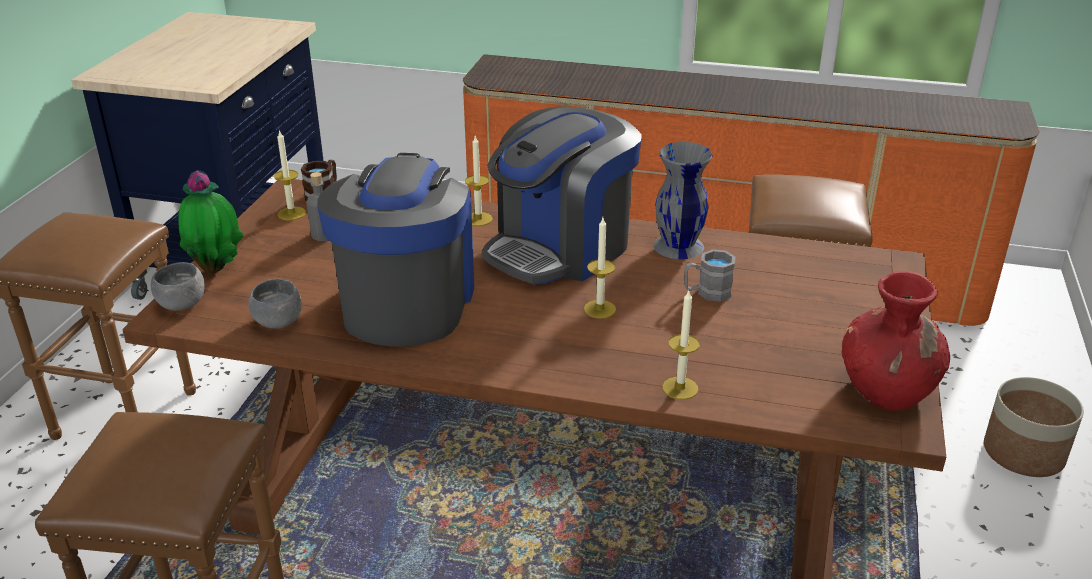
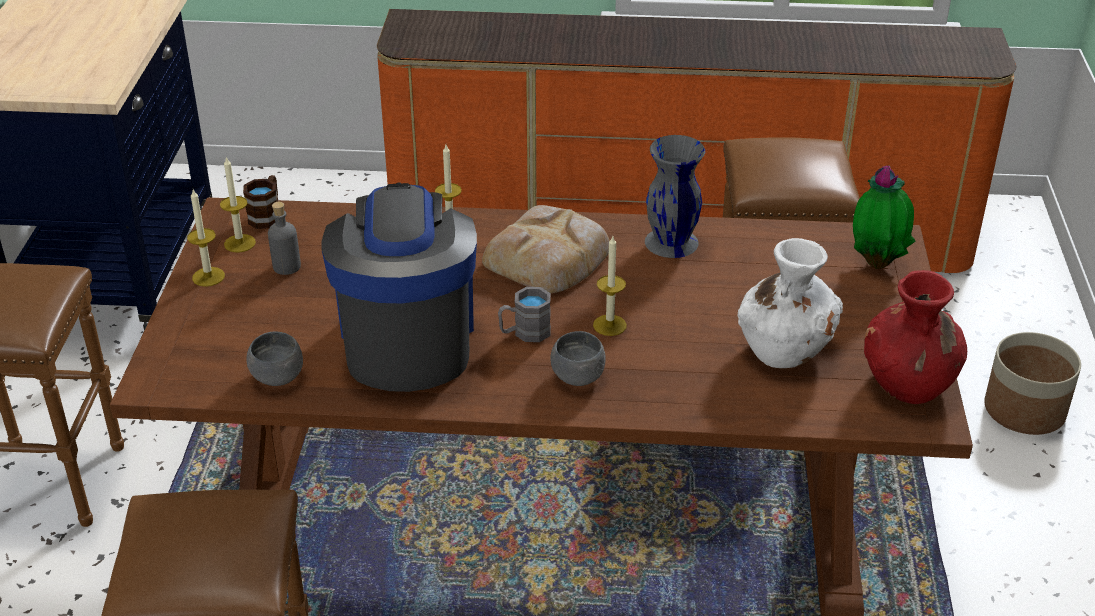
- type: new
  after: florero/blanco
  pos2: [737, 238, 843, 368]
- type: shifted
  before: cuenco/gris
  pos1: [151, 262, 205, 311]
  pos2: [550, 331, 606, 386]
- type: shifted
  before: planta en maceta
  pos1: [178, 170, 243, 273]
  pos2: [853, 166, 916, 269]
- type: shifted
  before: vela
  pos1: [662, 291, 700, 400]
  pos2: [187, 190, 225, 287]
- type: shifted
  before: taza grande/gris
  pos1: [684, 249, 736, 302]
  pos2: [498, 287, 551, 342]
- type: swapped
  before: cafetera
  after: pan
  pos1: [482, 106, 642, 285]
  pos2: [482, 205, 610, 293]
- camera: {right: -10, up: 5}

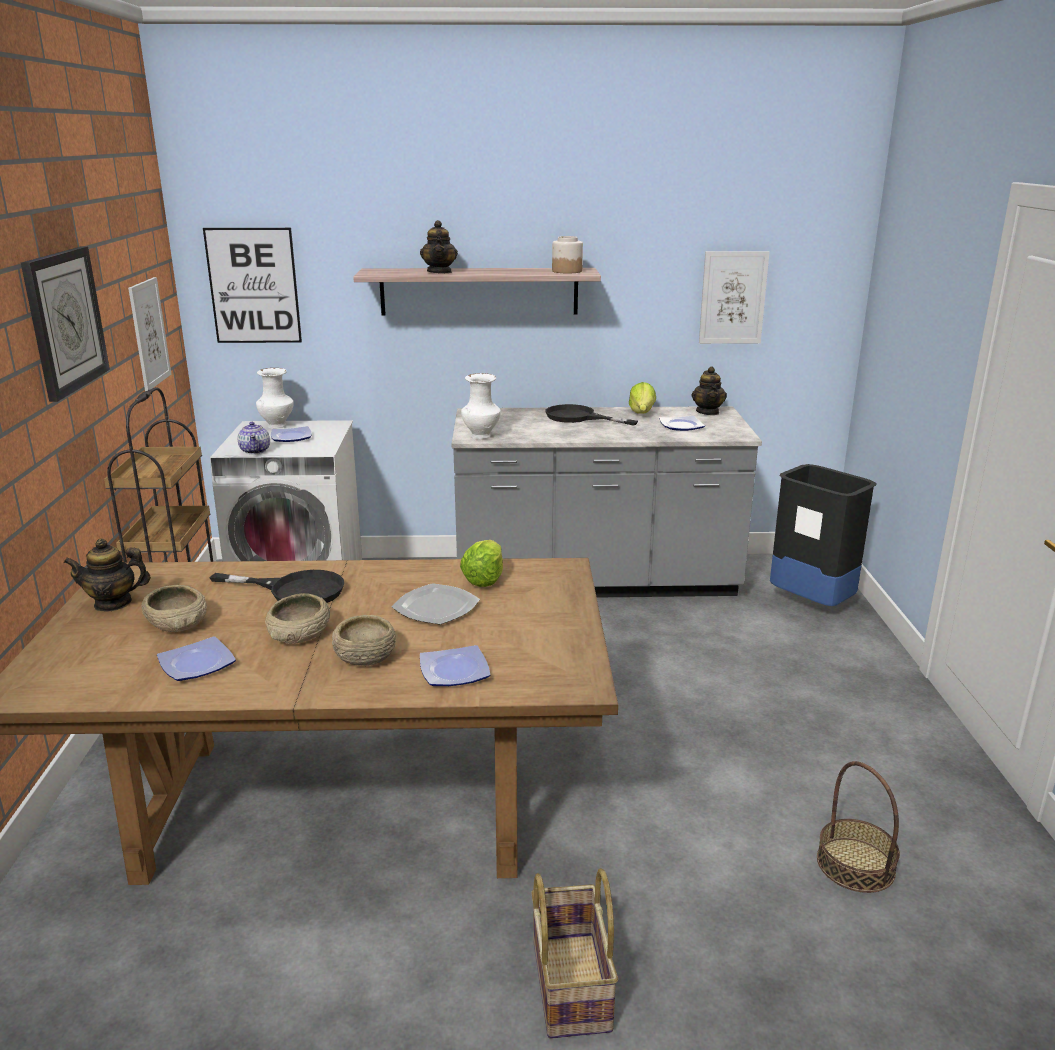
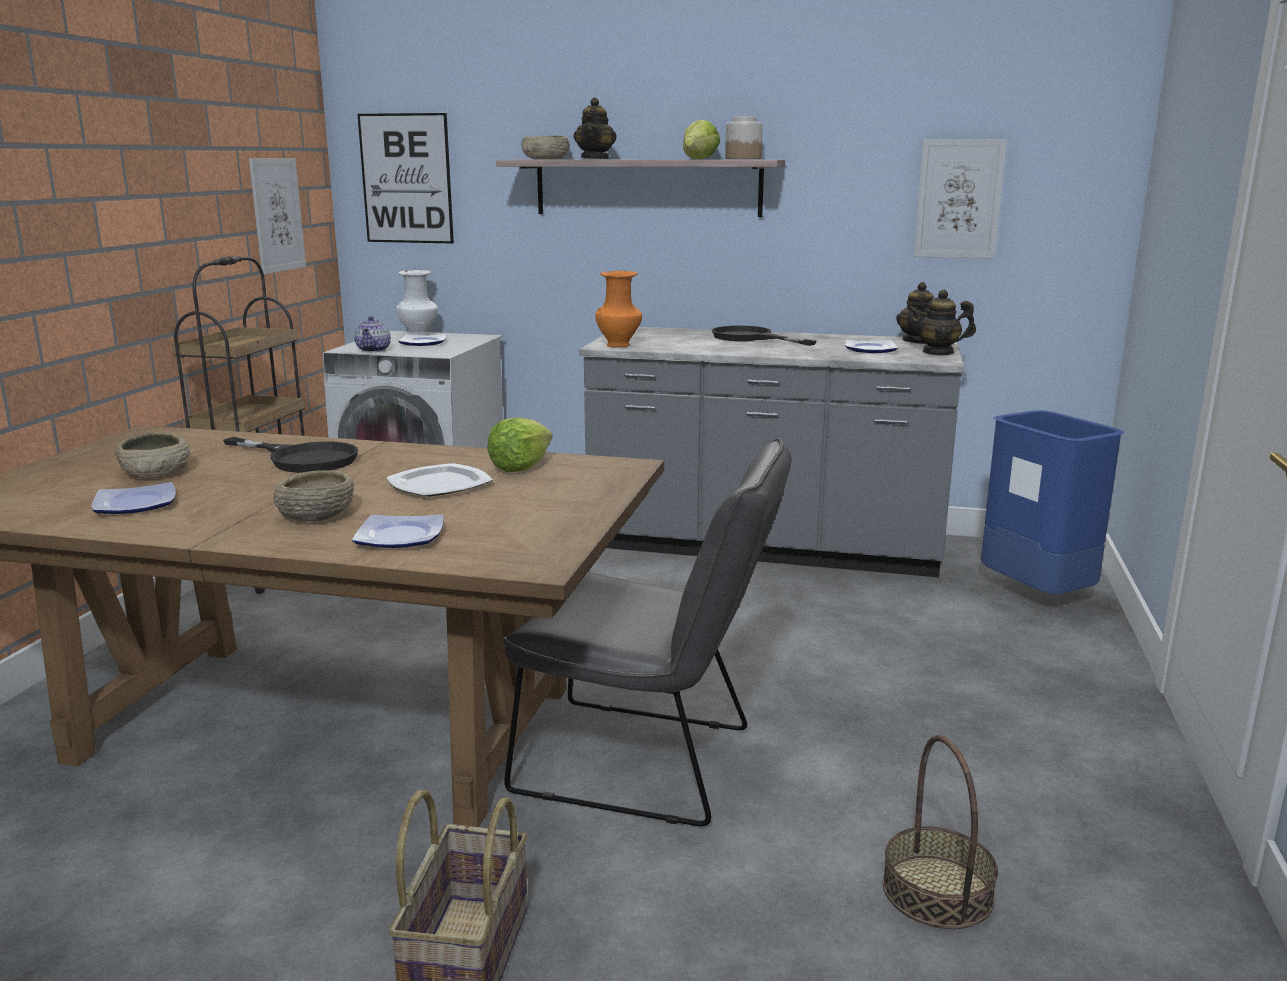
- type: gone
  before: reloj de pared
  pos1: [21, 247, 110, 402]
- type: new
  after: silla/gris
  pos2: [502, 438, 792, 827]
- type: shifted
  before: tetera
  pos1: [64, 538, 151, 612]
  pos2: [907, 290, 976, 355]
- type: shifted
  before: cuenco/beis
  pos1: [265, 593, 330, 644]
  pos2: [521, 136, 570, 159]
- type: shifted
  before: lechuga
  pos1: [629, 382, 656, 414]
  pos2: [683, 120, 720, 159]
- type: repainted
  before: florero/blanco
  after: florero/naranja
  pos1: [461, 373, 501, 439]
  pos2: [595, 271, 642, 347]
- type: repainted
  before: papelera/negro
  after: papelera/azul
  pos1: [770, 464, 877, 606]
  pos2: [981, 410, 1124, 595]
- camera: {right: 15, up: -5}

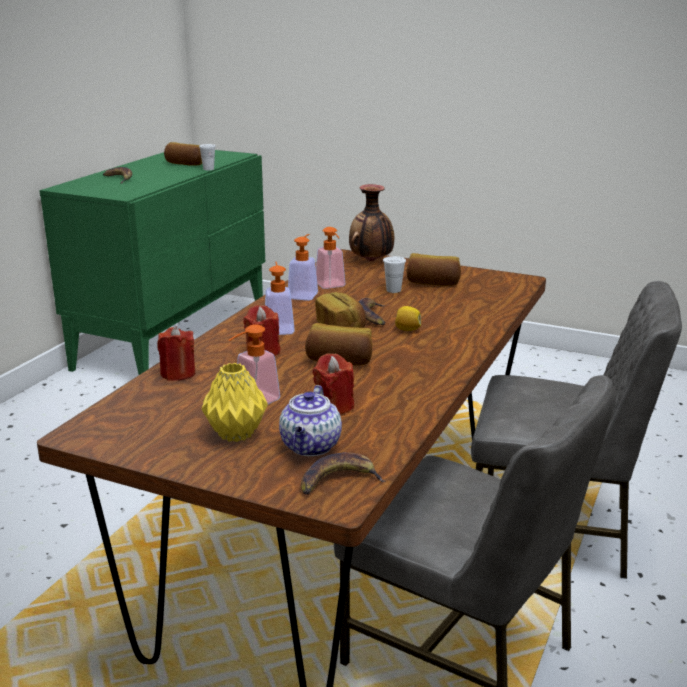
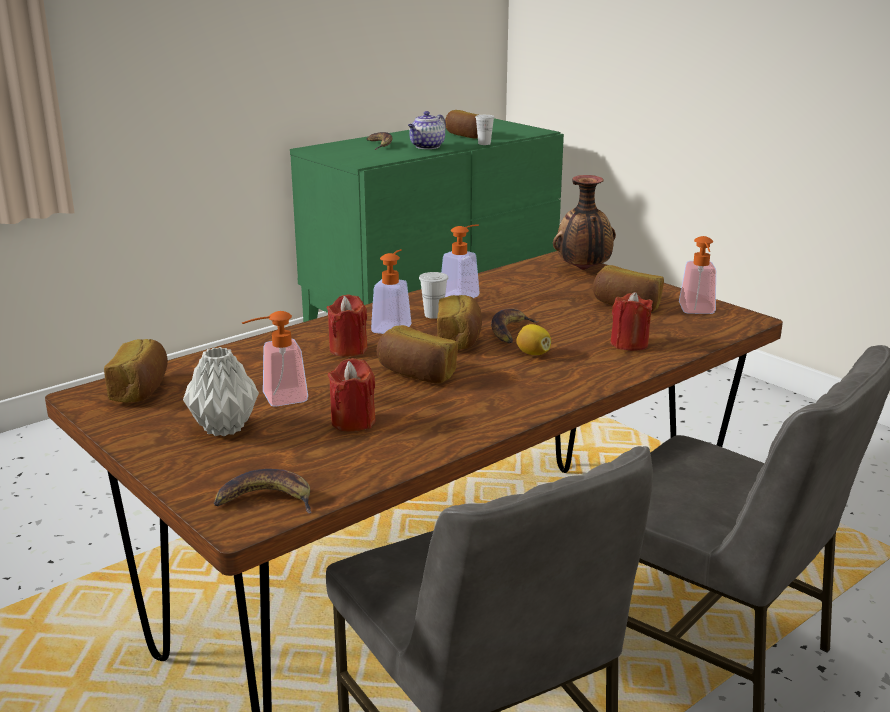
- type: new
  after: pan
  pos2: [104, 339, 168, 403]
- type: shifted
  before: vela/rojo
  pos1: [157, 326, 195, 381]
  pos2: [610, 292, 653, 351]
- type: shifted
  before: tetera
  pos1: [279, 385, 342, 456]
  pos2: [408, 111, 446, 149]
- type: shifted
  before: dispensador de jabón
  pos1: [316, 227, 345, 289]
  pos2: [679, 236, 716, 314]
- type: shifted
  before: taza/blanco
  pos1: [383, 256, 406, 293]
  pos2: [419, 272, 448, 319]
- type: repainted
  before: florero/amarillo
  after: florero/gris
  pos1: [202, 363, 268, 442]
  pos2: [183, 347, 259, 436]
- camera: {right: 25, up: 0}

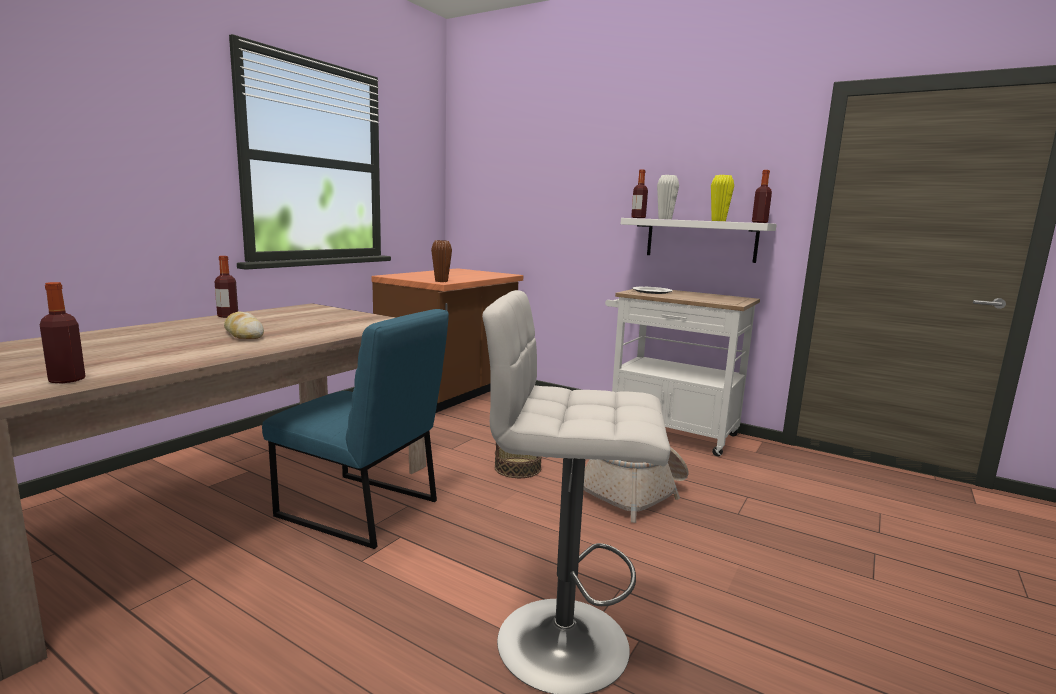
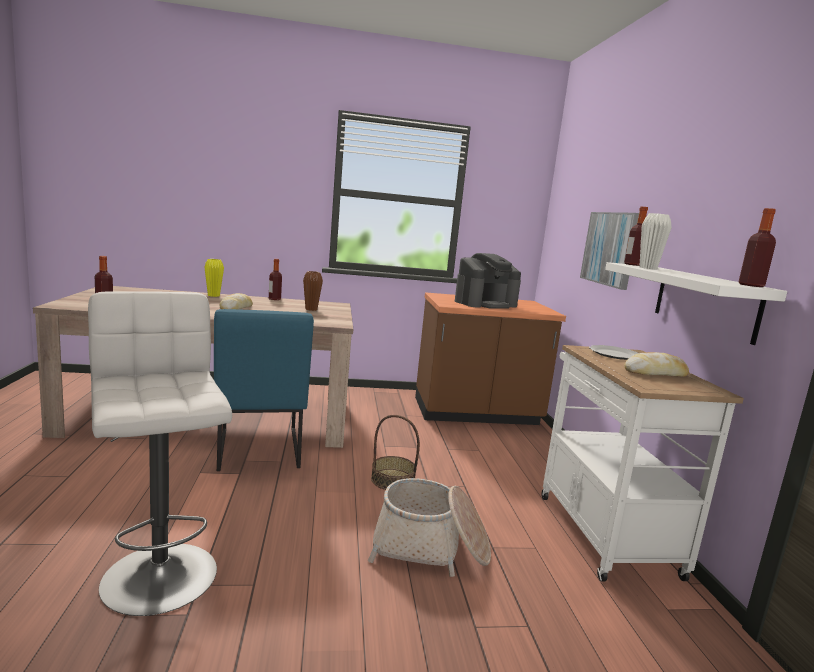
- type: new
  after: cafetera
  pos2: [455, 253, 521, 309]
- type: new
  after: cuadro
  pos2: [580, 212, 639, 290]
- type: new
  after: pan
  pos2: [624, 352, 689, 377]
- type: shifted
  before: florero/marrón
  pos1: [431, 240, 452, 282]
  pos2: [303, 271, 323, 311]
- type: shifted
  before: florero/amarillo
  pos1: [711, 175, 734, 221]
  pos2: [204, 259, 224, 297]
- camera: {right: 50, up: 0}

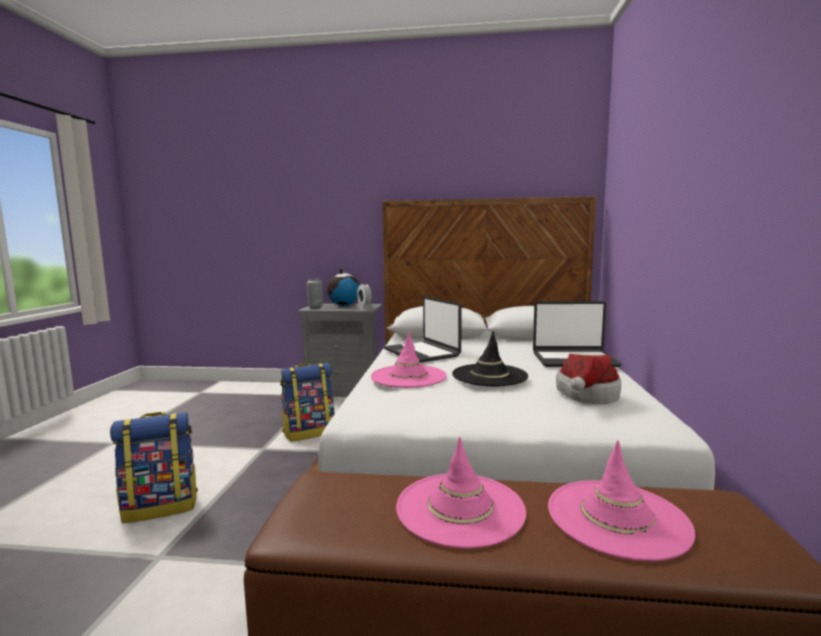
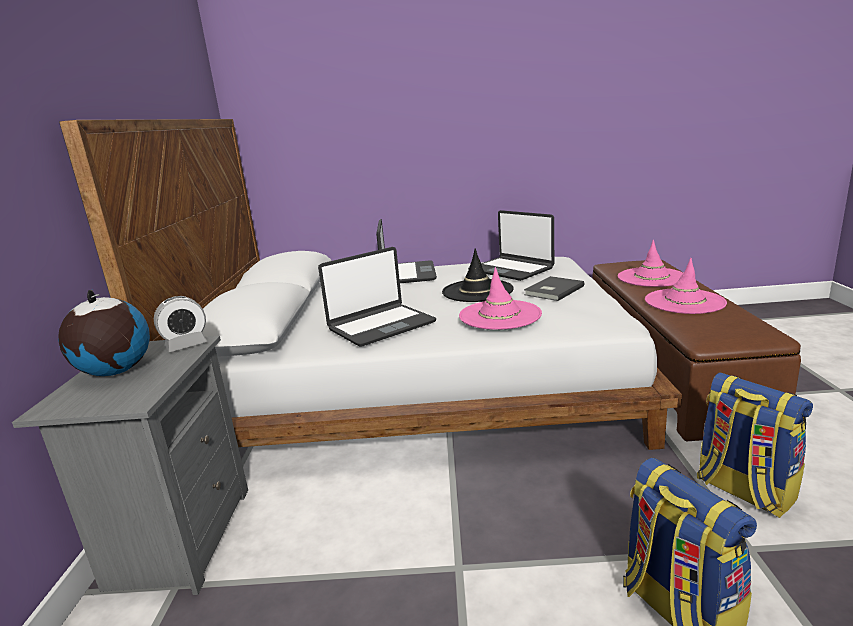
- type: gone
  before: florero/gris
  pos1: [307, 278, 323, 309]
- type: new
  after: libro/gris
  pos2: [524, 276, 585, 301]
- type: shifted
  before: mochila
  pos1: [280, 363, 335, 442]
  pos2: [697, 372, 813, 518]
- type: swapped
  before: sombrero
  after: portátil
  pos1: [556, 354, 621, 404]
  pos2: [468, 210, 554, 281]
- camera: {right: -95, up: 10}

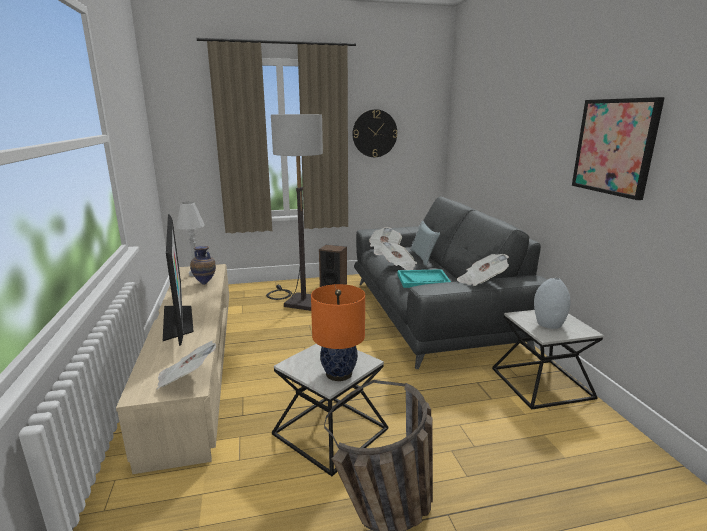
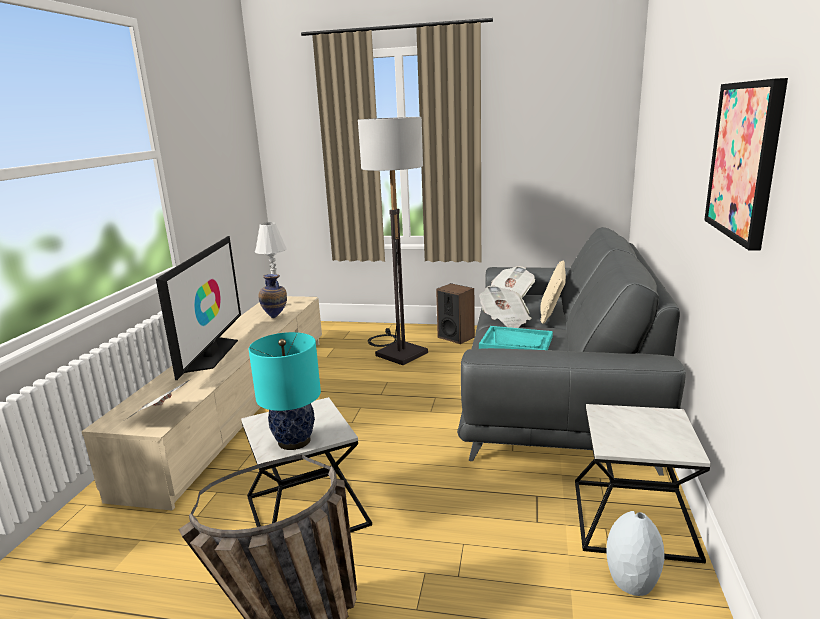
- type: gone
  before: reloj de pared
  pos1: [352, 109, 397, 157]
- type: gone
  before: periódico
  pos1: [457, 254, 509, 286]
- type: shifted
  before: florero/gris
  pos1: [534, 278, 571, 329]
  pos2: [606, 511, 665, 596]
- type: repainted
  before: lámpara de mesa/naranja
  after: lámpara de mesa/turquesa
  pos1: [311, 284, 365, 381]
  pos2: [249, 332, 321, 450]
- type: repainted
  before: cojín/azul
  after: cojín/beis
  pos1: [409, 221, 440, 266]
  pos2: [540, 260, 566, 324]
- camera: {right: 25, up: 0}

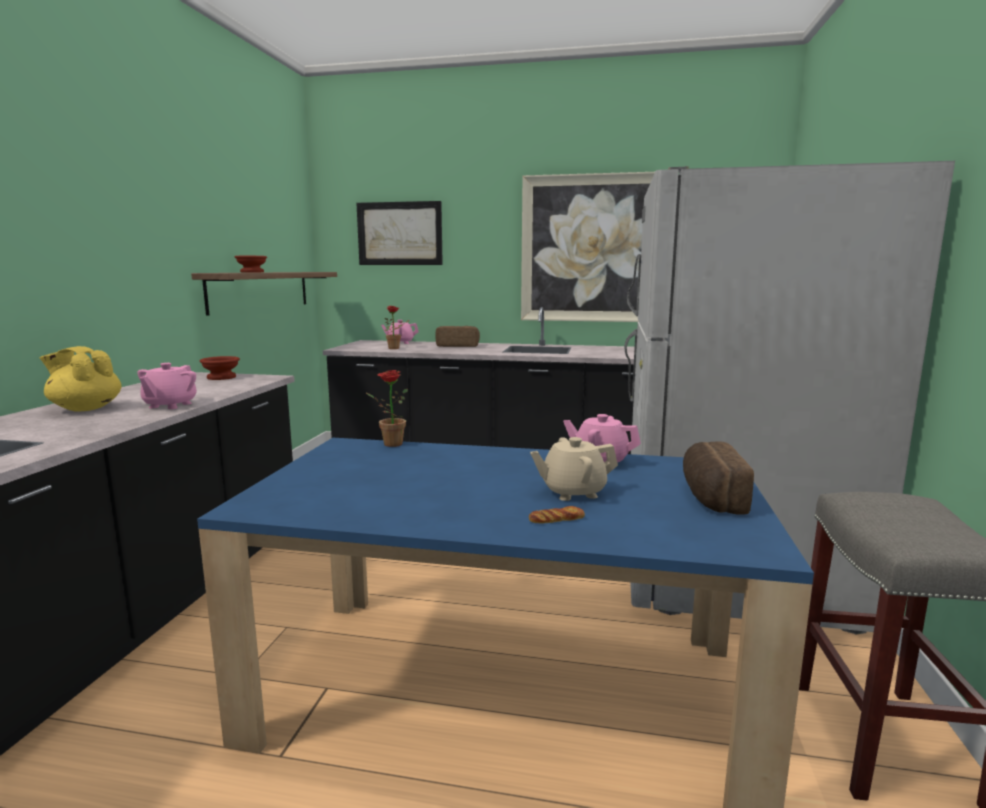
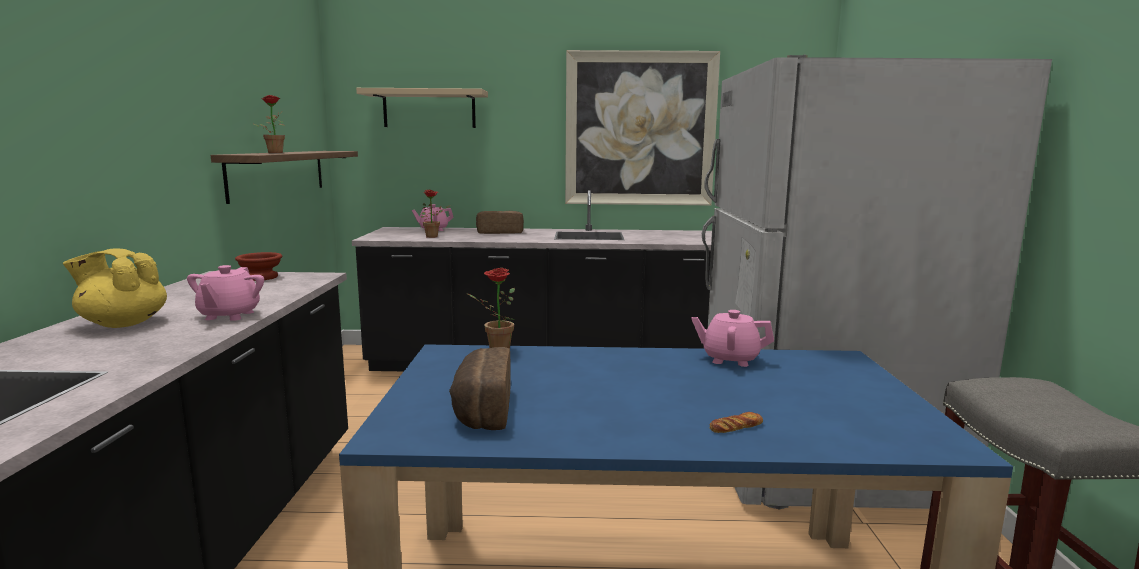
- type: gone
  before: tetera/beis
  pos1: [530, 437, 618, 501]
- type: shifted
  before: pan
  pos1: [683, 442, 754, 515]
  pos2: [449, 347, 511, 430]
- type: swapped
  before: cuenco/marrón
  after: planta en maceta
  pos1: [235, 256, 267, 272]
  pos2: [254, 95, 285, 153]
- type: swapped
  before: cuadro
  after: estante/beis
  pos1: [357, 201, 443, 265]
  pos2: [356, 88, 488, 128]
- camera: {right: -10, up: 0}

